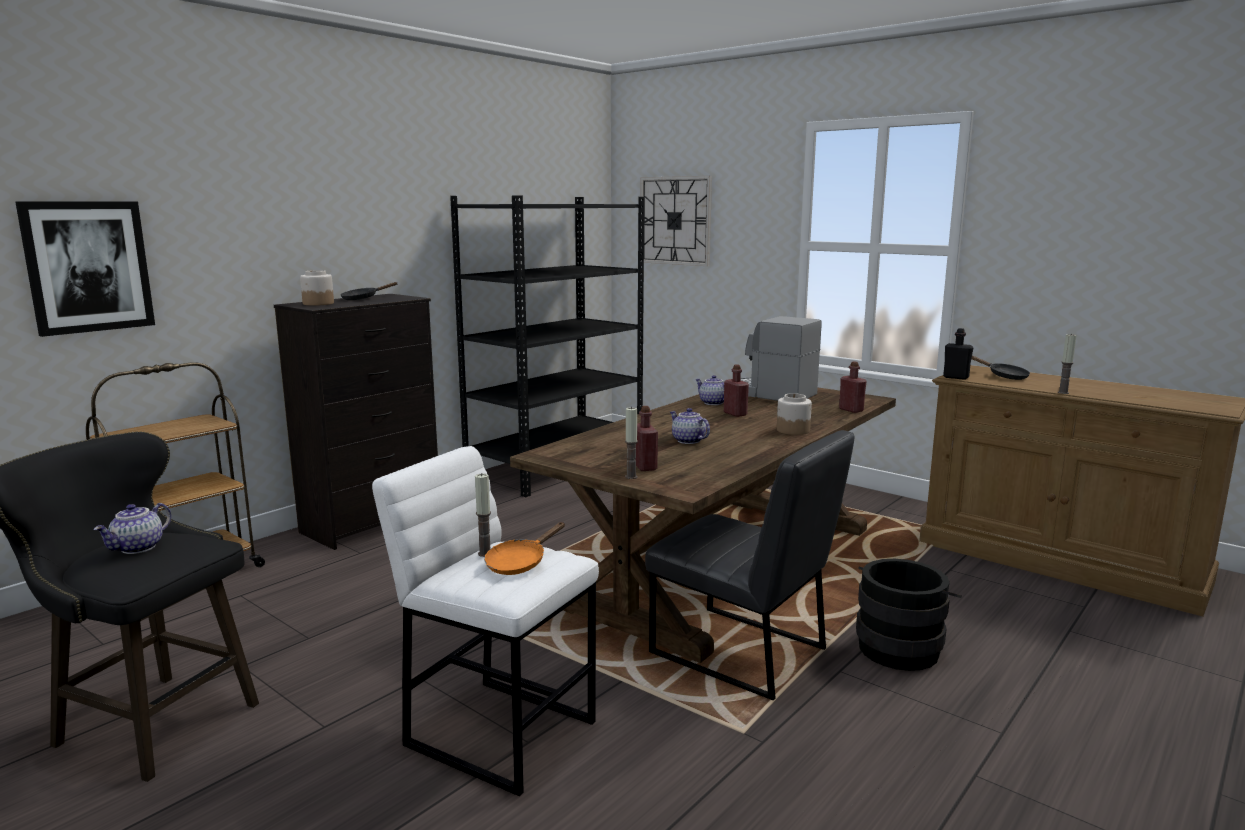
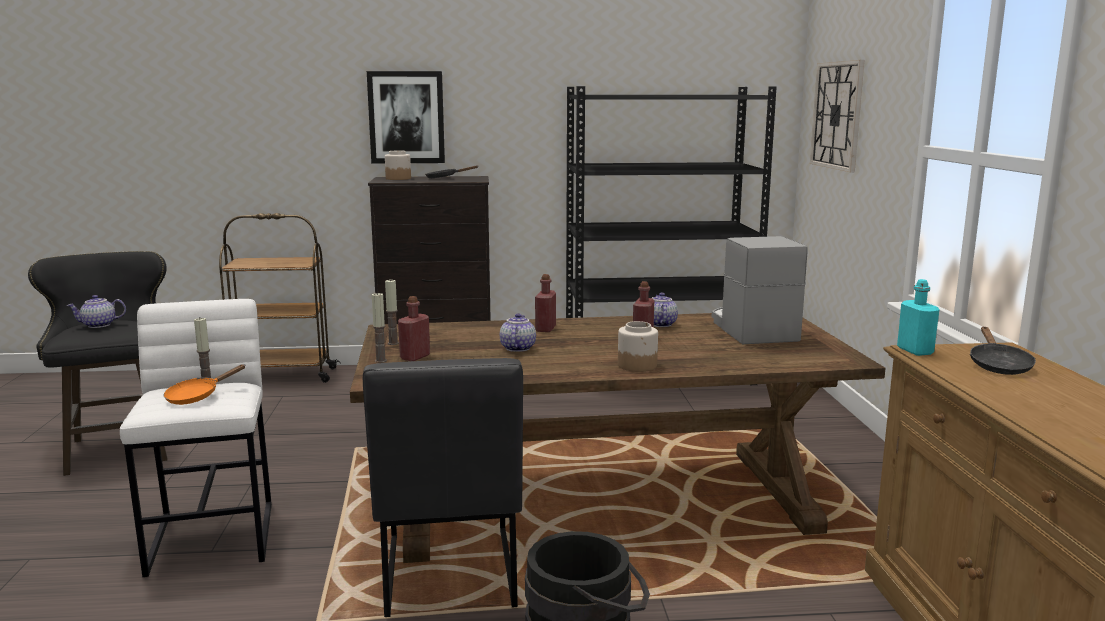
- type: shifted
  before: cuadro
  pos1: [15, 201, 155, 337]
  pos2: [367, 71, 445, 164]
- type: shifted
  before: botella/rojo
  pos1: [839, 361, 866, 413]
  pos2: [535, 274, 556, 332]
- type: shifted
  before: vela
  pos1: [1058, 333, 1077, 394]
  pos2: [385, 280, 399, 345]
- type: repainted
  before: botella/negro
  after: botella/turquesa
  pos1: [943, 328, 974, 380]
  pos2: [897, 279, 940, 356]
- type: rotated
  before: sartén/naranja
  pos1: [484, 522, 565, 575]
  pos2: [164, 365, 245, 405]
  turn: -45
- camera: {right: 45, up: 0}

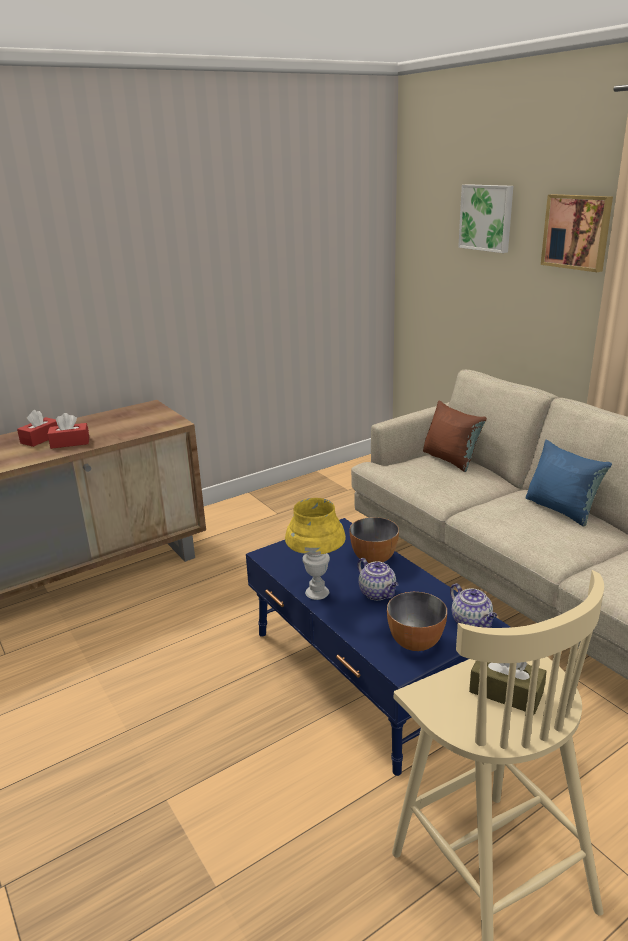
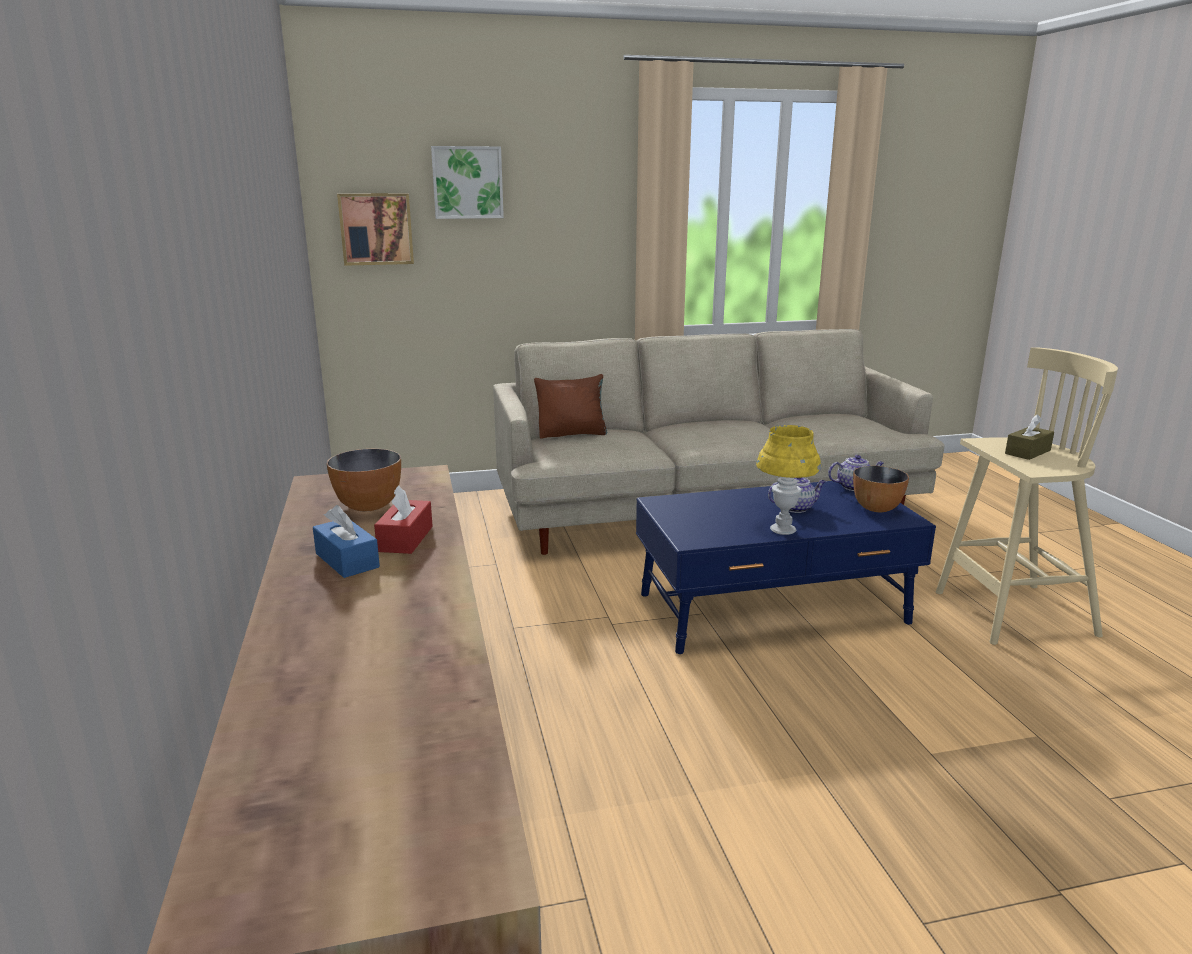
- type: gone
  before: cojín/azul
  pos1: [526, 440, 612, 526]
- type: shifted
  before: cuenco
  pos1: [349, 517, 399, 563]
  pos2: [327, 449, 401, 511]
- type: shifted
  before: cuadro
  pos1: [541, 194, 613, 272]
  pos2: [337, 193, 414, 266]
- type: repainted
  before: caja de pañuelos/rojo
  after: caja de pañuelos/azul
  pos1: [17, 410, 58, 447]
  pos2: [313, 505, 380, 578]
- camera: {right: -70, up: -5}

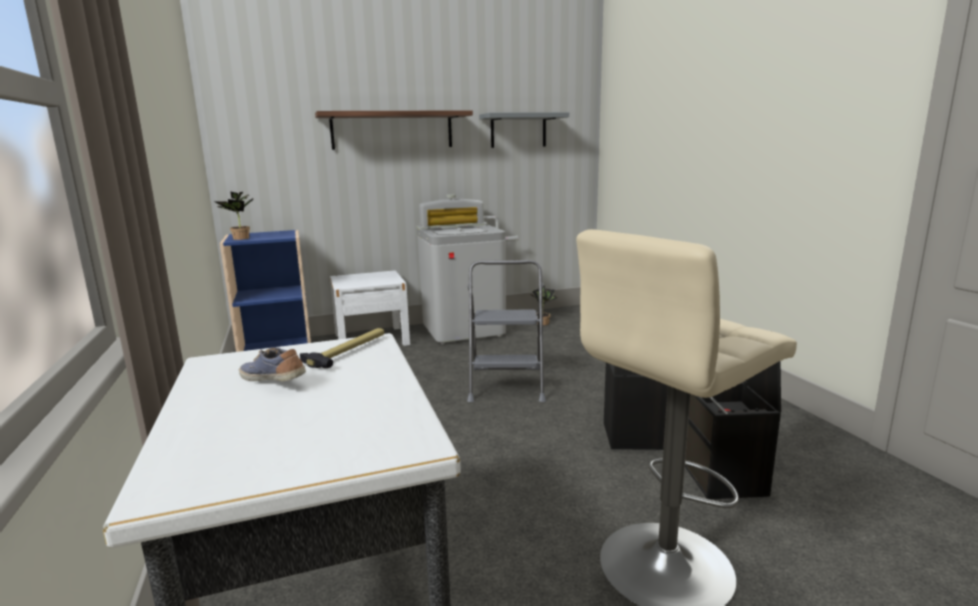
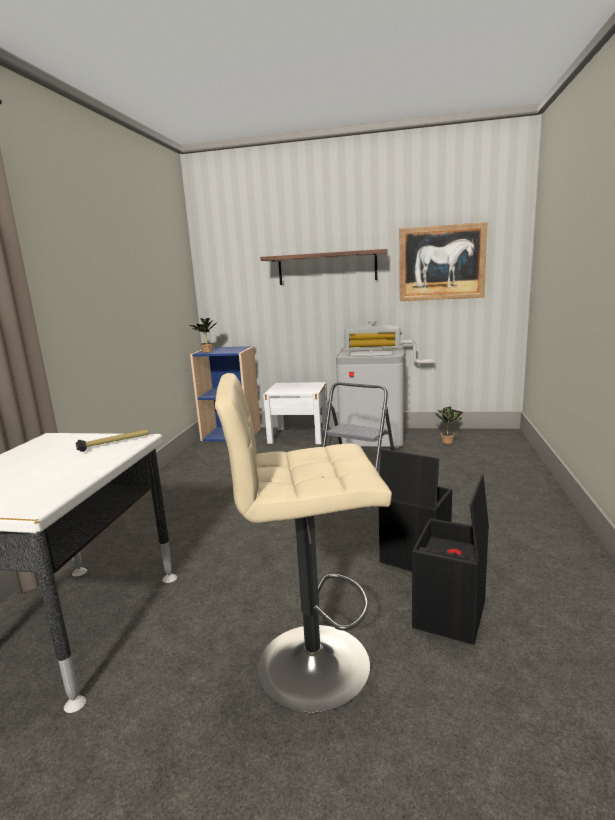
- type: gone
  before: zapato
  pos1: [239, 347, 306, 382]
- type: swapped
  before: estante/gris
  after: cuadro
  pos1: [479, 112, 569, 148]
  pos2: [399, 222, 488, 301]
- camera: {right: 30, up: 0}

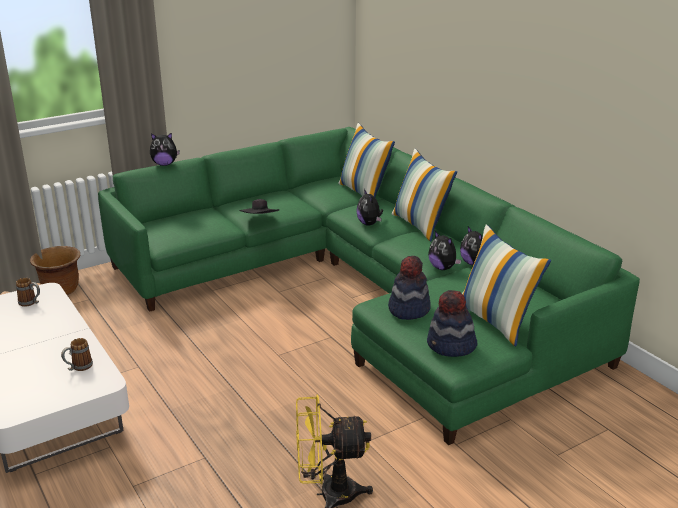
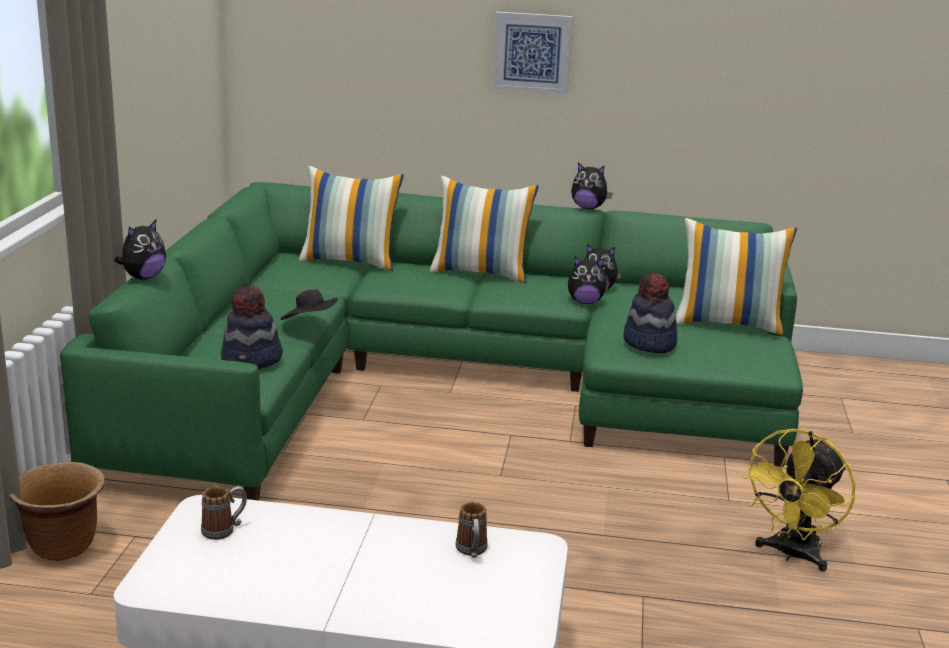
- type: new
  after: cuadro
  pos2: [492, 12, 573, 94]
- type: shifted
  before: peluche
  pos1: [356, 189, 383, 226]
  pos2: [571, 162, 613, 209]
- type: shifted
  before: sombrero
  pos1: [427, 290, 477, 357]
  pos2: [221, 285, 283, 369]
- camera: {right: -50, up: -5}

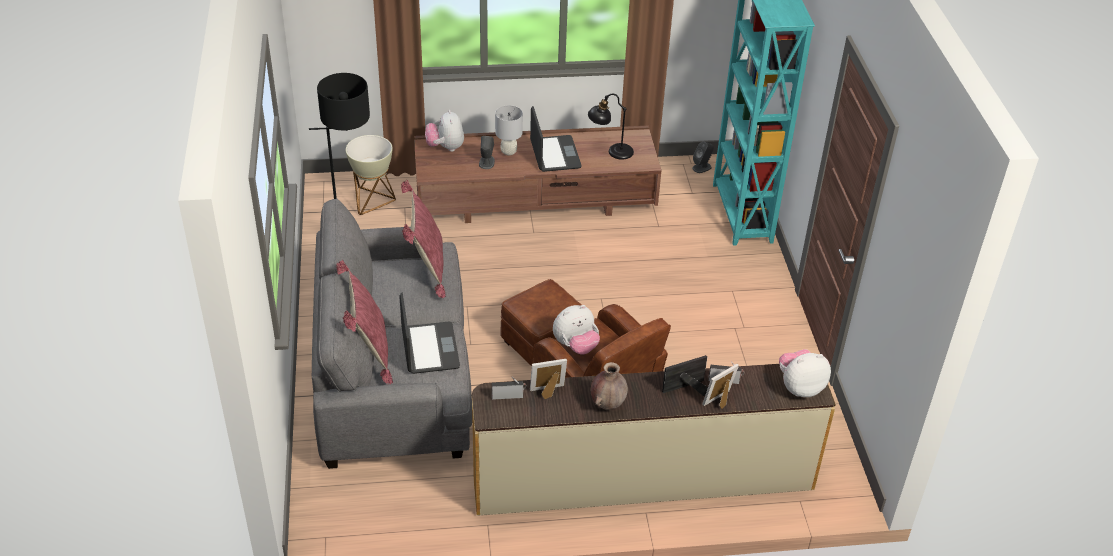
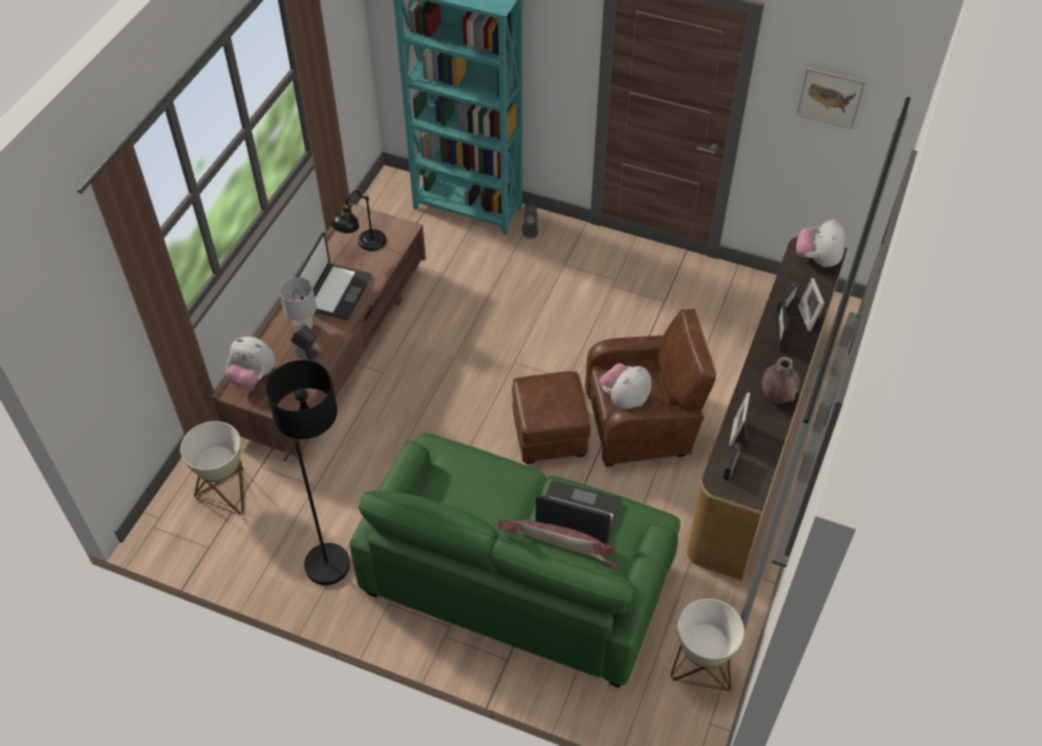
- type: gone
  before: cojín/rojo
  pos1: [401, 180, 446, 298]
- type: new
  after: maceta
  pos2: [671, 599, 745, 691]
- type: new
  after: cuadro
  pos2: [796, 67, 866, 129]
- type: shifted
  before: altavoz/gris
  pos1: [692, 142, 714, 173]
  pos2: [522, 203, 538, 238]
- type: repainted
  before: sofá/gris
  after: sofá/verde
  pos1: [312, 198, 472, 469]
  pos2: [350, 433, 680, 688]
- type: rotated
  before: portátil
  pos1: [530, 106, 582, 172]
  pos2: [296, 232, 372, 320]
  turn: 90
- type: rotated
  before: peluche
  pos1: [553, 305, 600, 355]
  pos2: [599, 364, 652, 409]
  turn: -135
- camera: {right: -60, up: 10}

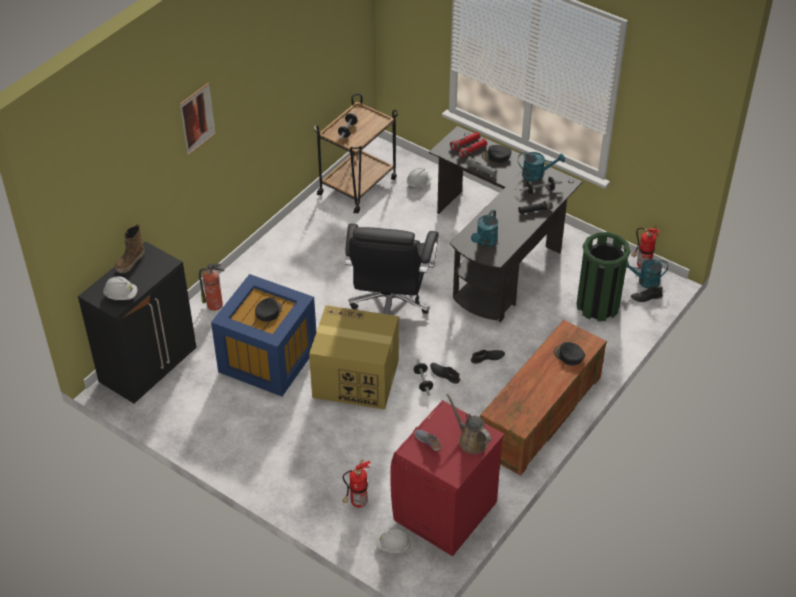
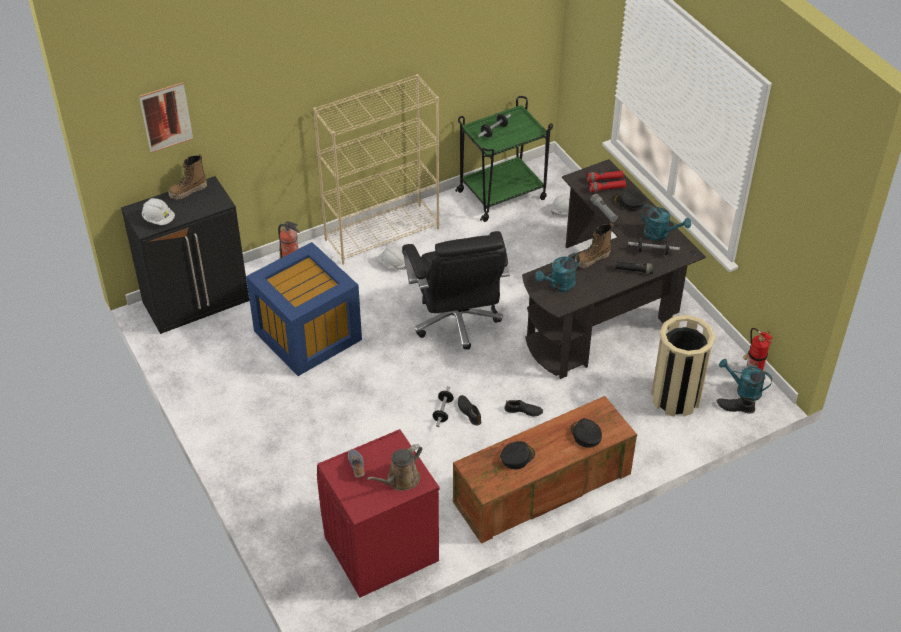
- type: gone
  before: caja de cartón
  pos1: [309, 305, 399, 410]
- type: gone
  before: extintor
  pos1: [343, 460, 370, 507]
- type: new
  after: estantería/beis
  pos2: [313, 74, 440, 264]
- type: new
  after: bota
  pos2: [575, 223, 613, 268]
- type: shifted
  before: cuadro
  pos1: [180, 82, 216, 155]
  pos2: [139, 82, 193, 153]
- type: shifted
  before: gorra/negro
  pos1: [255, 297, 282, 322]
  pos2: [500, 441, 535, 469]
- type: shifted
  before: casco/blanco
  pos1: [375, 527, 411, 553]
  pos2: [378, 246, 406, 270]
- type: repainted
  before: carrito/marrón
  after: carrito/verde
  pos1: [314, 93, 398, 214]
  pos2: [455, 96, 553, 222]
- type: repainted
  before: papelera/verde
  after: papelera/beis
  pos1: [577, 232, 630, 321]
  pos2: [651, 315, 715, 417]
- type: rotated
  before: silla de oficina/negro
  pos1: [345, 224, 438, 315]
  pos2: [402, 231, 510, 350]
  turn: -45
- type: rotated
  before: regadera/marrón
  pos1: [446, 394, 491, 454]
  pos2: [367, 444, 422, 491]
  turn: -120
- camera: {right: 25, up: 0}

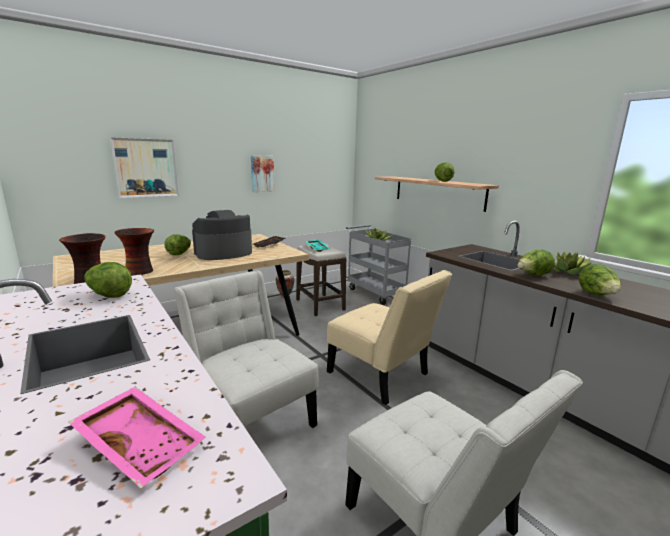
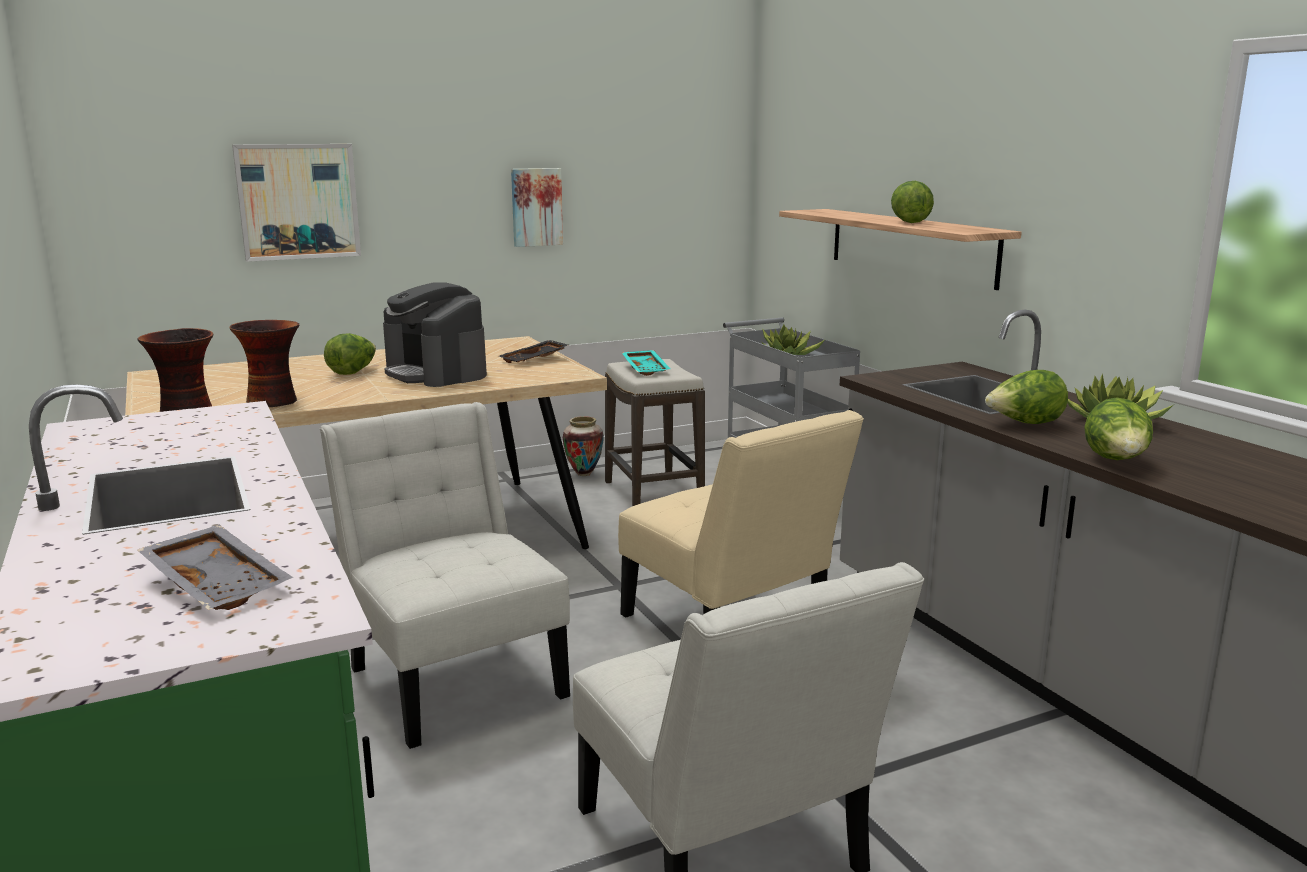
- type: gone
  before: lechuga
  pos1: [84, 262, 132, 298]
- type: repainted
  before: bandeja/rosa
  after: bandeja/gris
  pos1: [68, 387, 206, 488]
  pos2: [137, 525, 293, 610]
- type: rotated
  before: cafetera
  pos1: [192, 210, 252, 260]
  pos2: [383, 282, 487, 387]
  turn: -105
- camera: {right: 10, up: 0}

